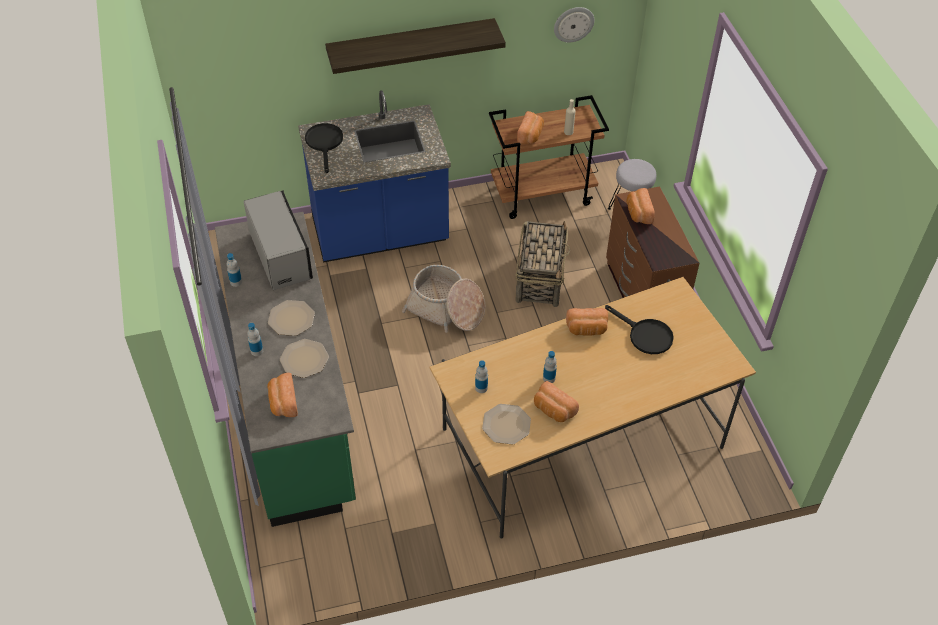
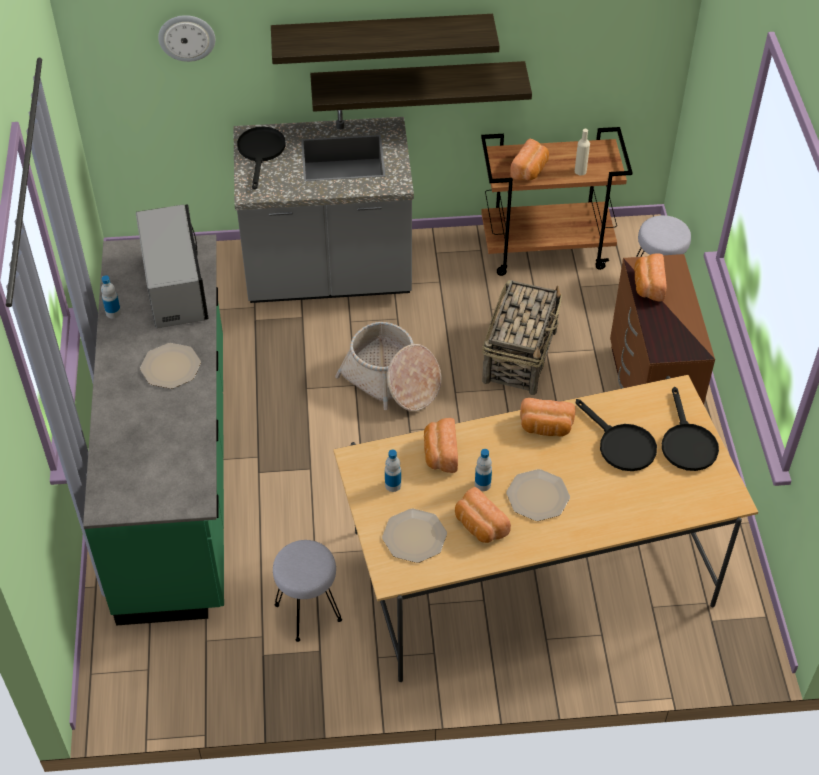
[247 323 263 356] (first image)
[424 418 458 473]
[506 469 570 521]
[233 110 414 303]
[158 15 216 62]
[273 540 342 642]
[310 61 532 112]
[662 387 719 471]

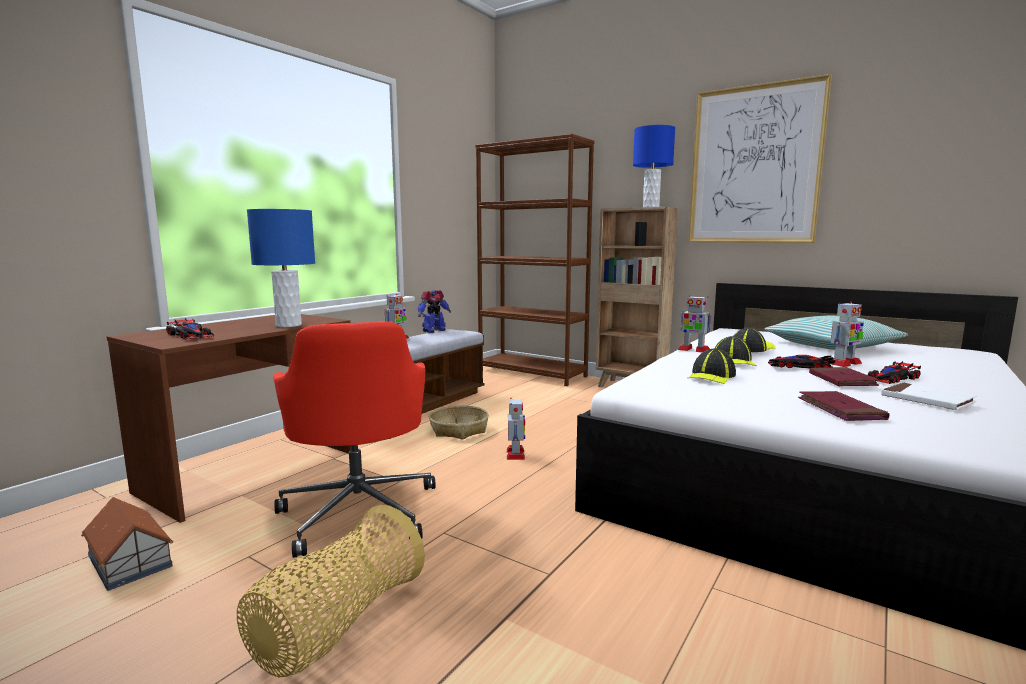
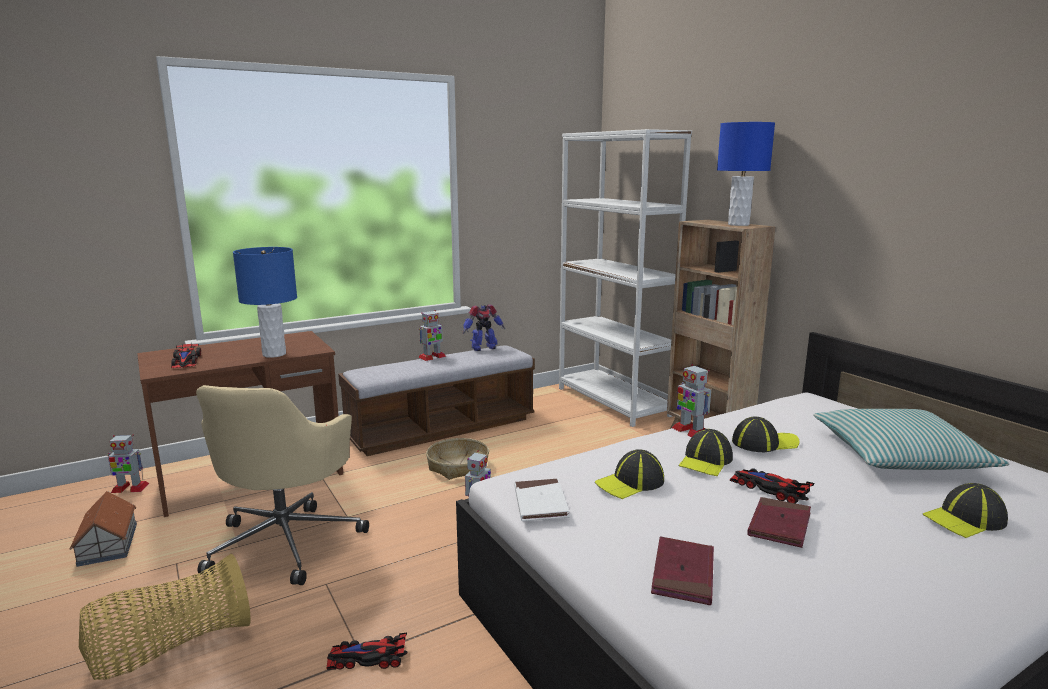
[196 385 369 585]
[559 129 692 427]
[688 74 832 243] (first image)
[107 434 149 493]
[326 632 407 670]
[514 478 570 521]
[923 483 1008 538]

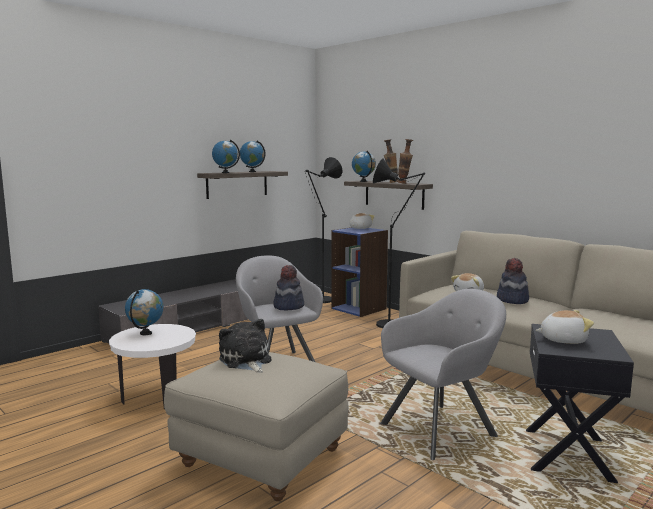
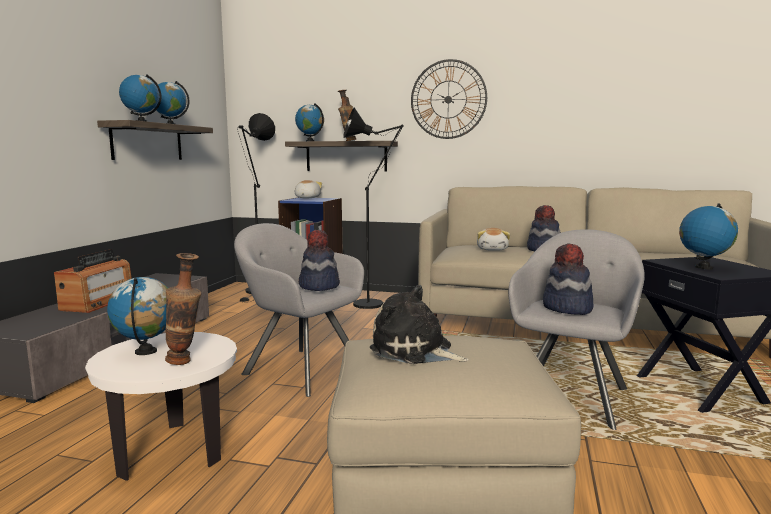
[165 253 201 365]
[679 203 738 270]
[54 249 132 313]
[411 59 487 139]
[543 243 594 315]

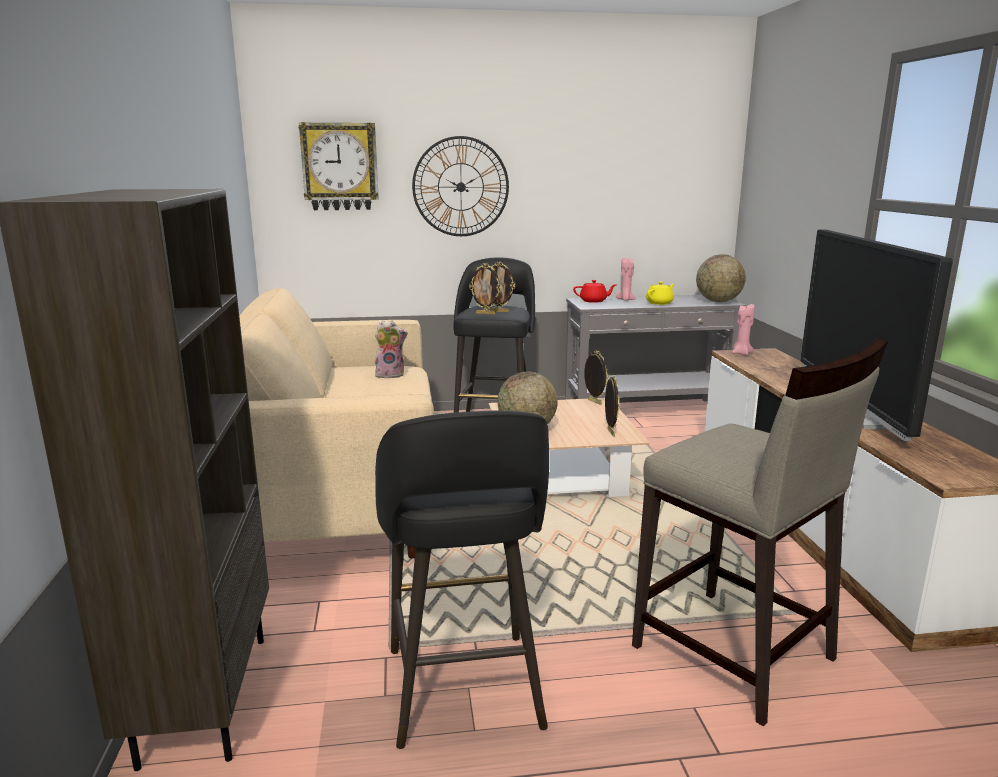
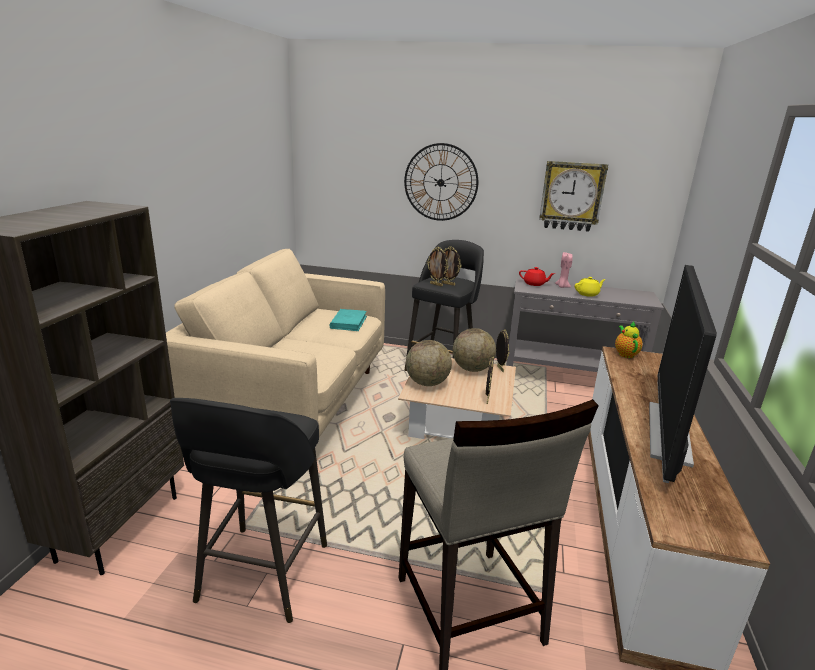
[539 161 608 232]
[329 309 367 331]
[453 328 496 372]
[615 321 643 358]

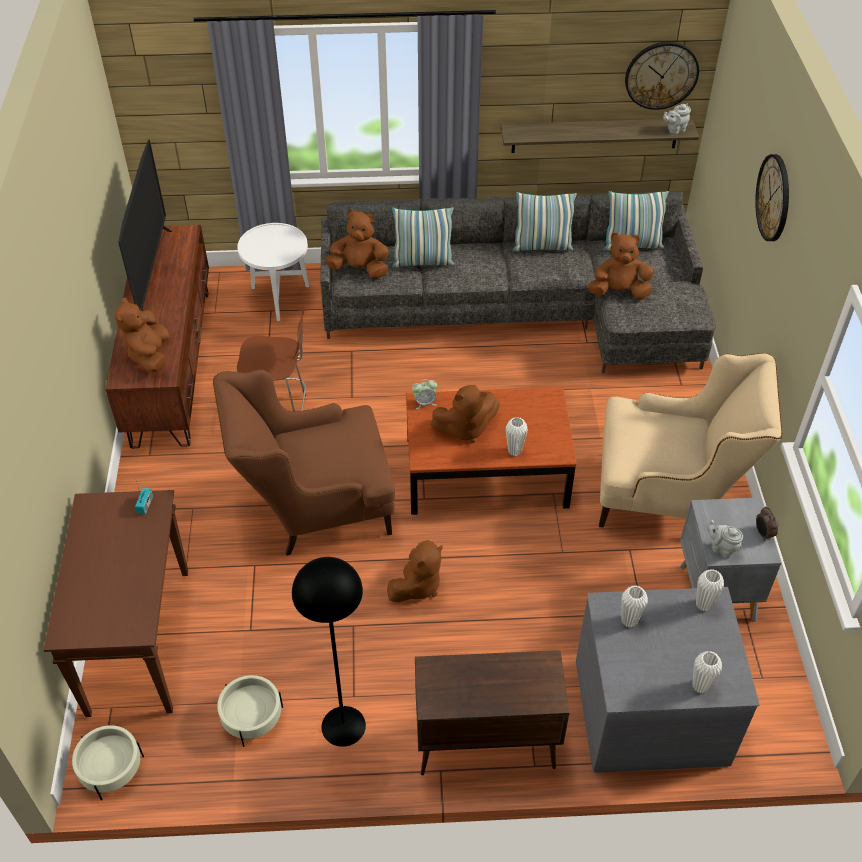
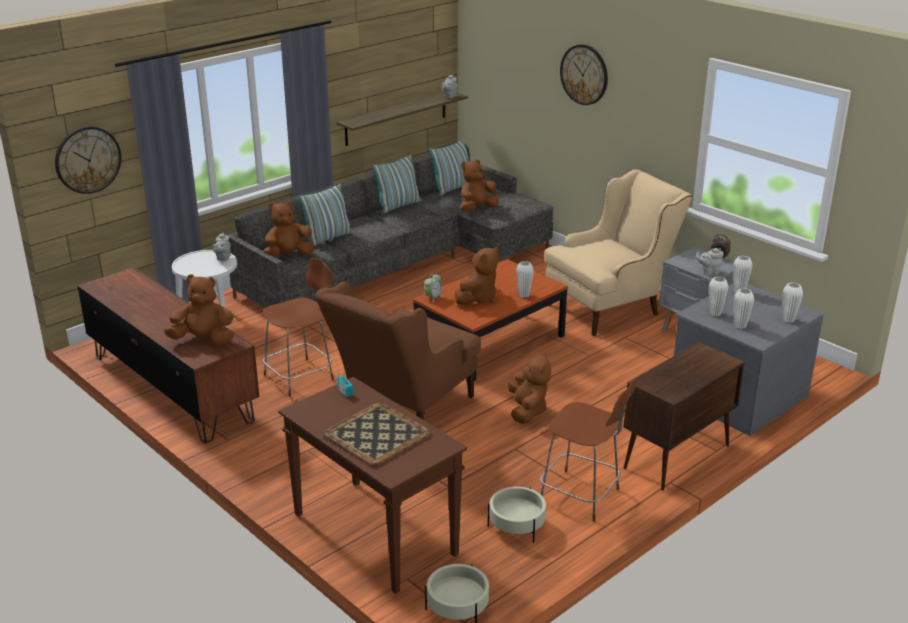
[164 274 234 345]
[118 139 172 311] (first image)
[540 380 636 522]
[55 126 121 194]
[212 232 231 261]
[323 403 431 467]
[734 288 754 329]

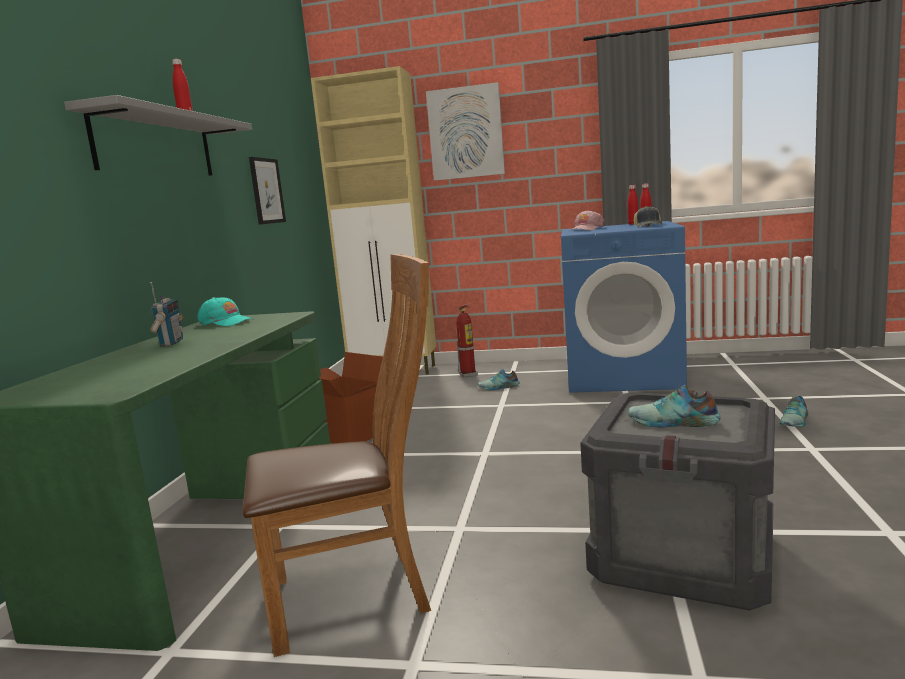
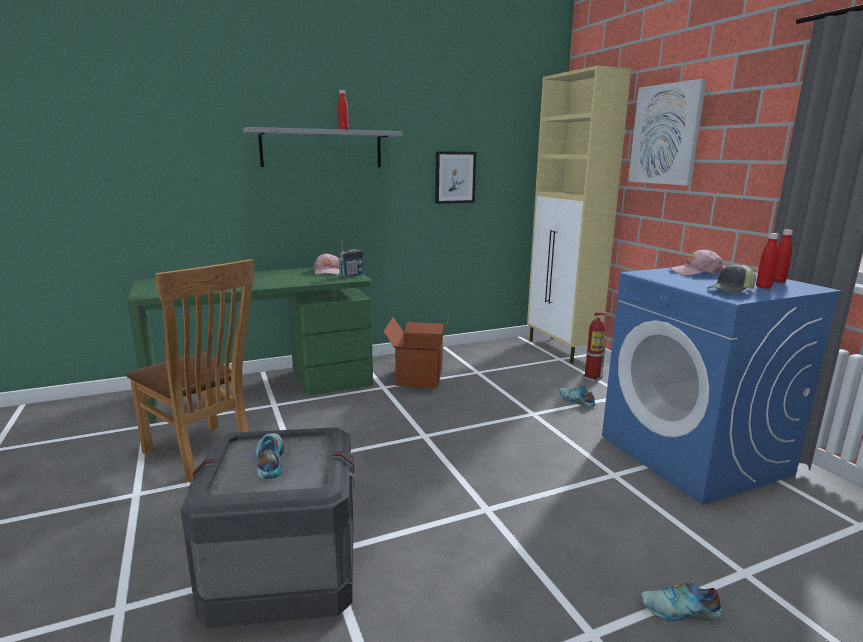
[337 239 364 278]
[314 253 340 275]

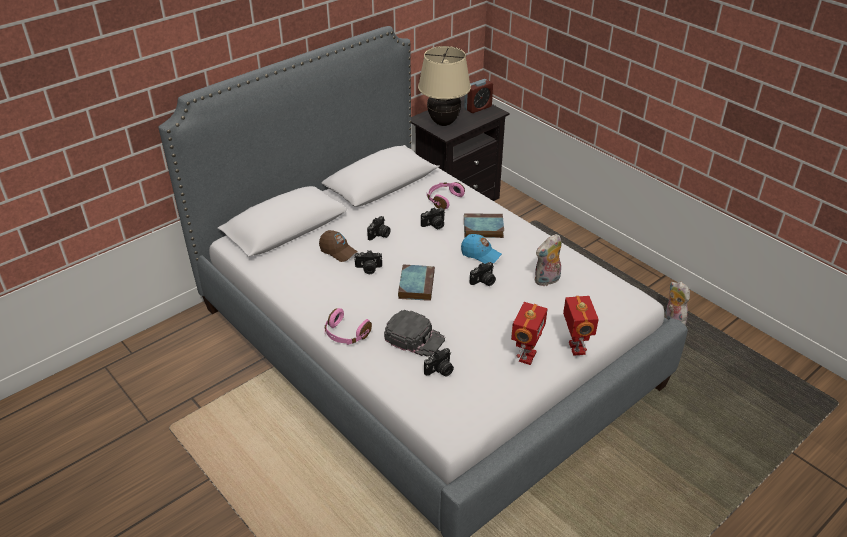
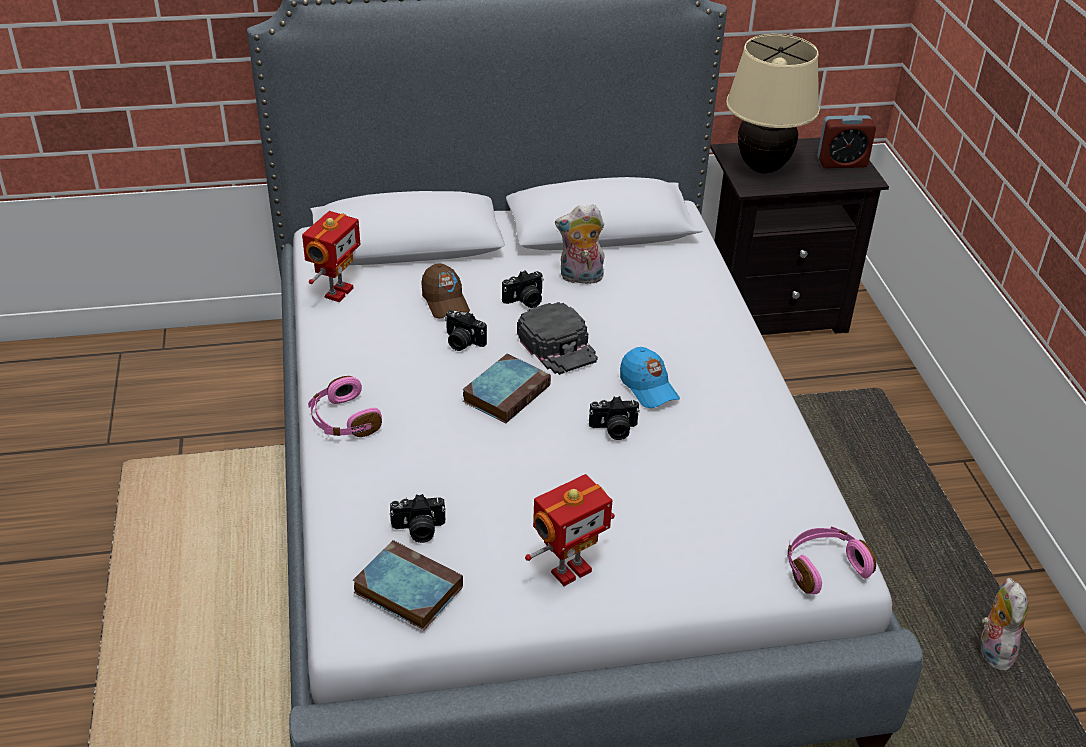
[517 302 598 375]
[421 207 445 229] (first image)
[788 527 876 594]
[353 540 463 630]
[555 205 606 284]
[302 211 360 302]

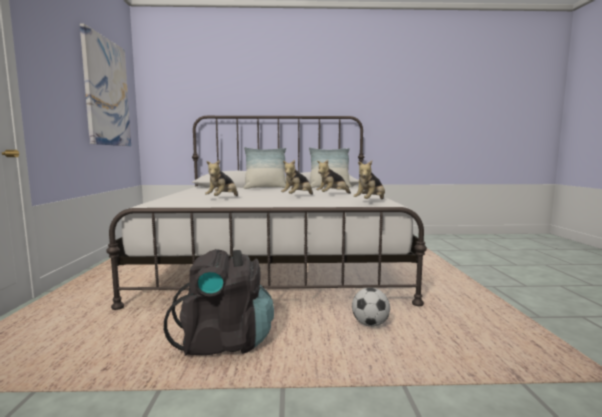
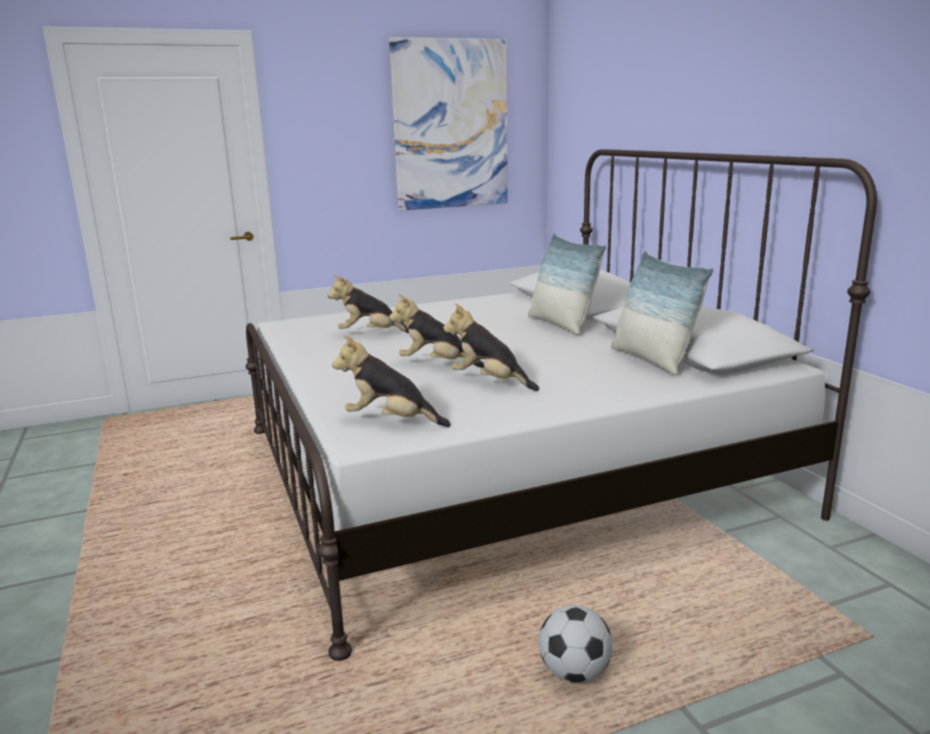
[164 249 274 356] (first image)
[539 605 613 683]

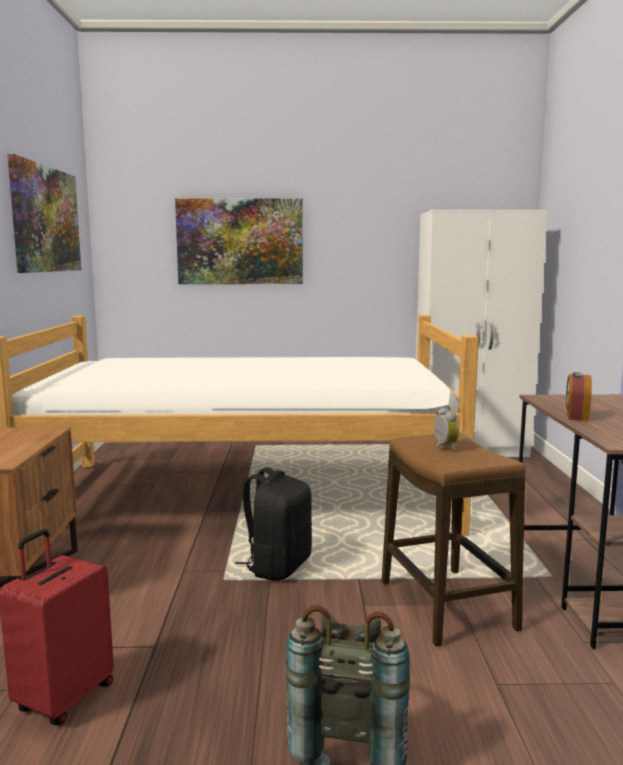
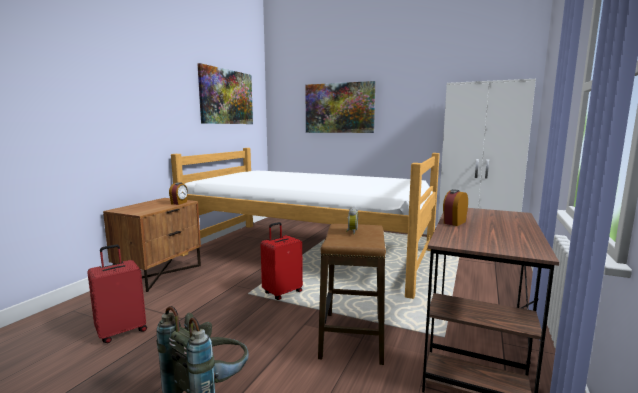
[261 222 303 300]
[169 182 188 205]

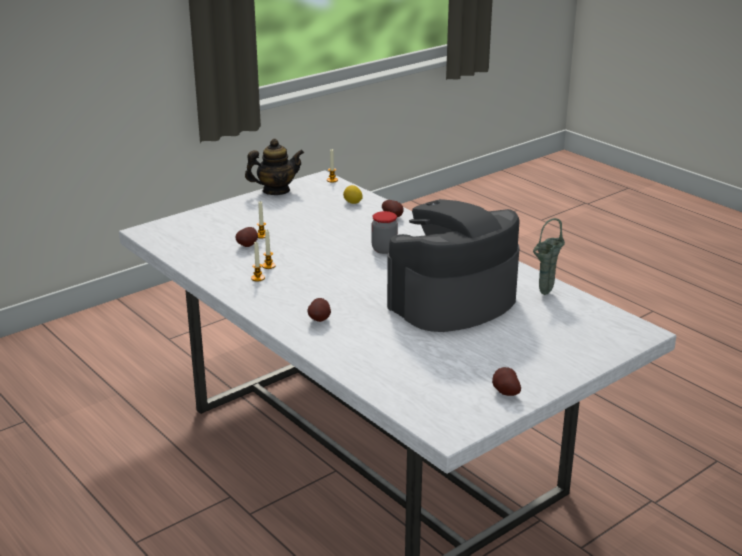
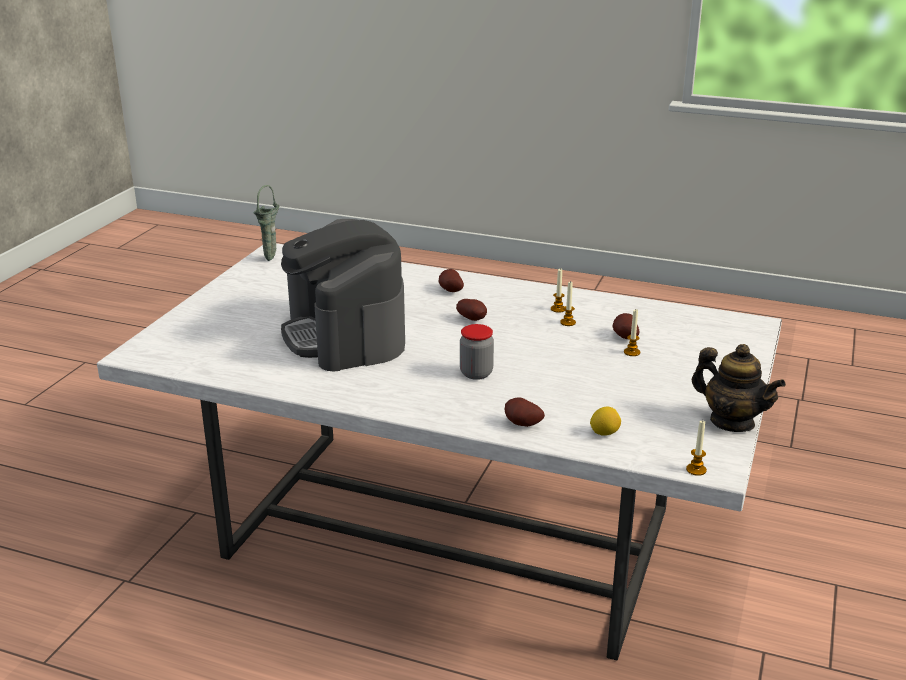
[691 344 786 432]
[281 219 405 372]
[456 299 487 321]
[254 185 279 261]

